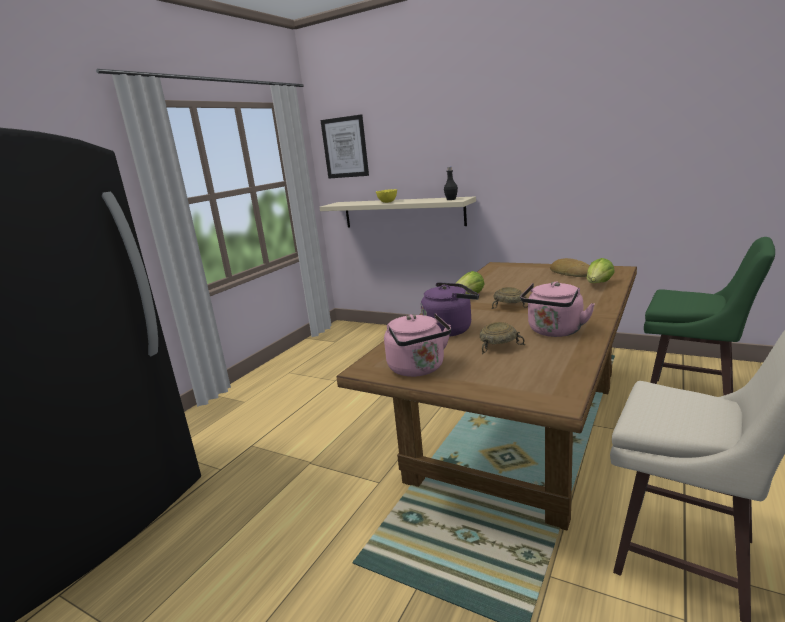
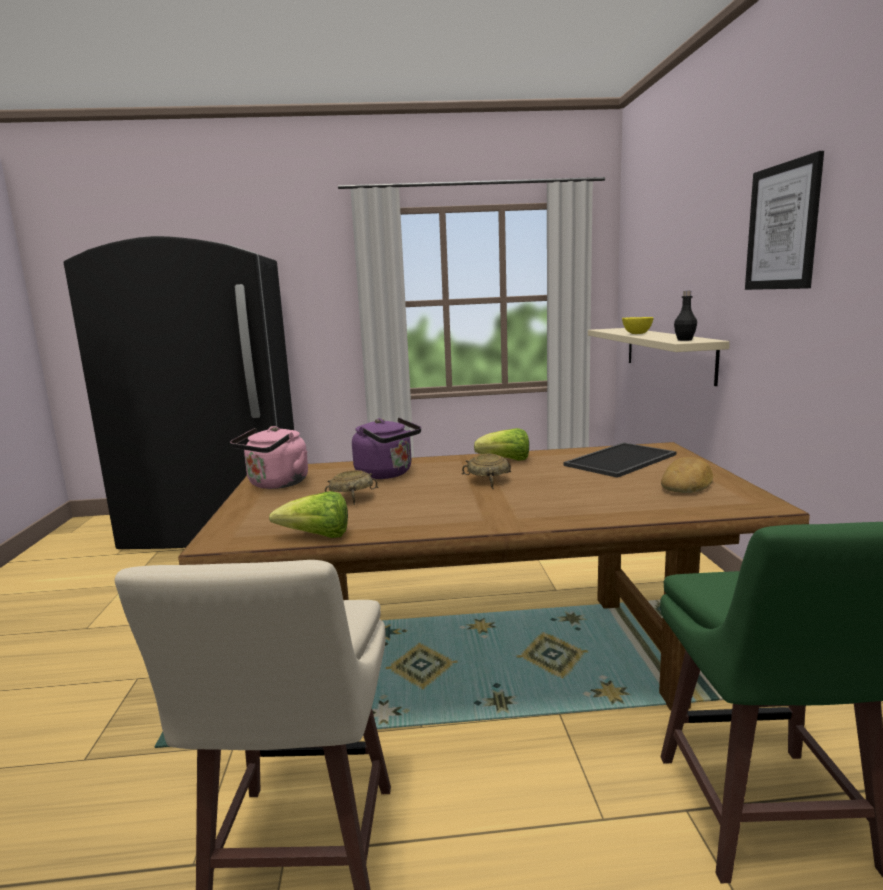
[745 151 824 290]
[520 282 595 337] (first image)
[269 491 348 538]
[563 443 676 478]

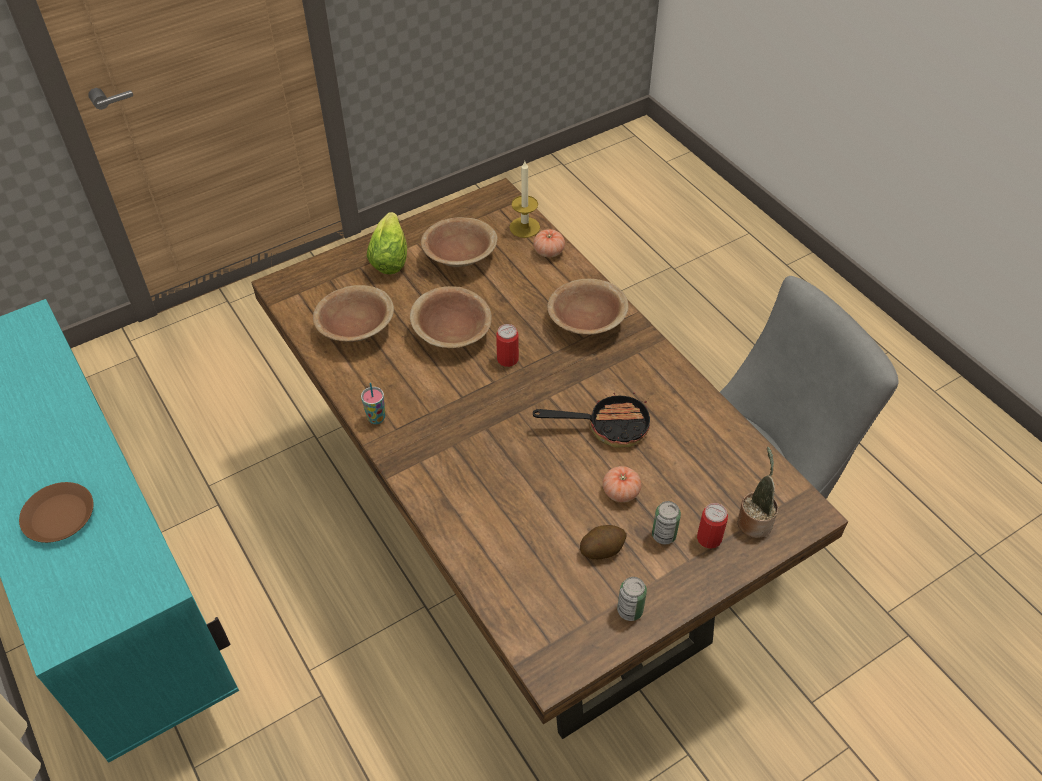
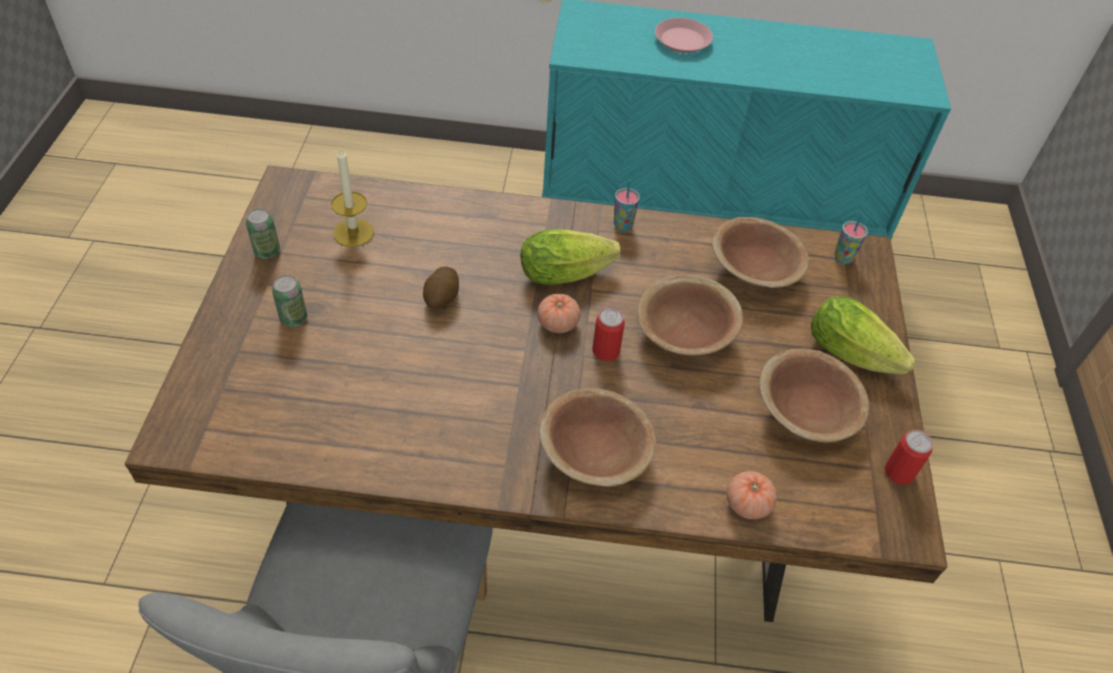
[655 18 713 53]
[331 147 374 247]
[533 392 650 447] (first image)
[423 267 459 309]
[537 294 581 333]
[885 430 933 485]
[738 447 778 538] (first image)
[521 230 621 285]
[834 214 868 264]

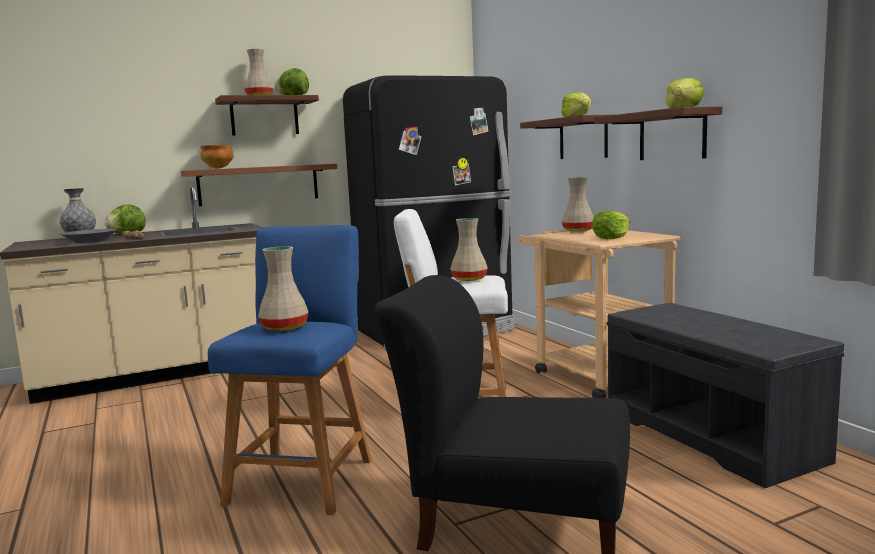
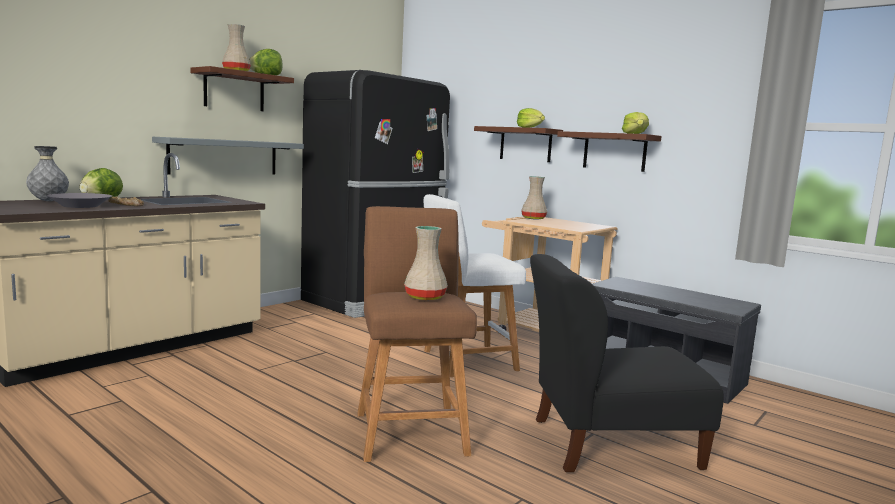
[152 137 304 175]
[200 145 234 169] (first image)
[357 206 477 462]
[450 218 488 281] (first image)
[592 211 629 239] (first image)

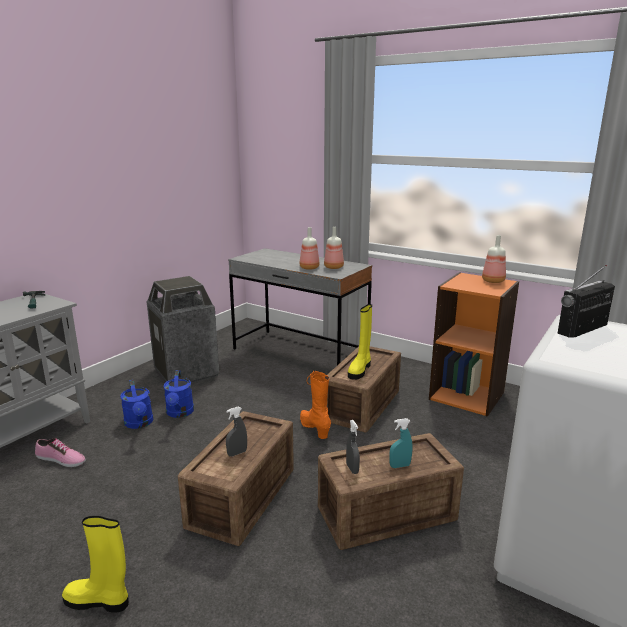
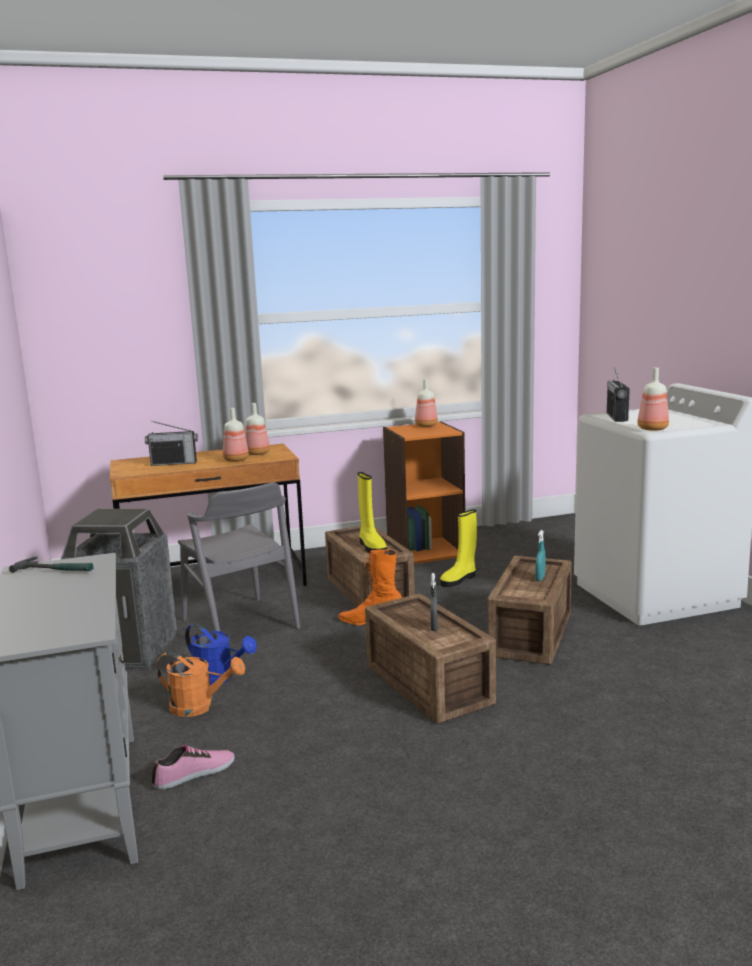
[440 509 477 587]
[156 652 245 717]
[110 444 307 586]
[346 420 360 474] (first image)
[145 421 198 466]
[178 482 300 631]
[637 367 669 431]

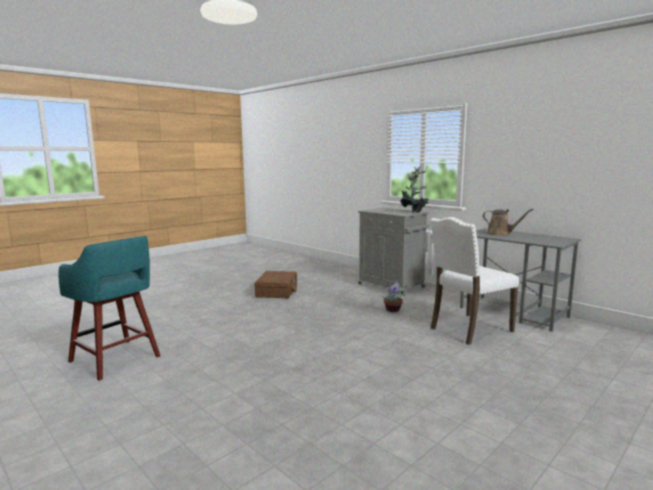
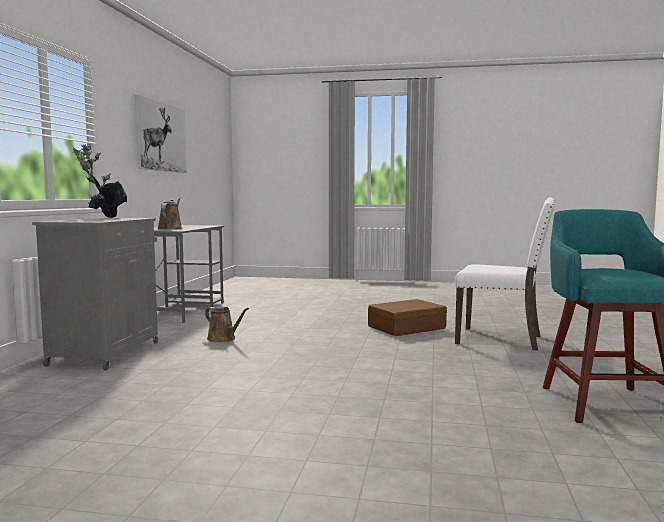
[368 299 447 336]
[205 306 249 342]
[455 198 555 351]
[135 95 187 173]

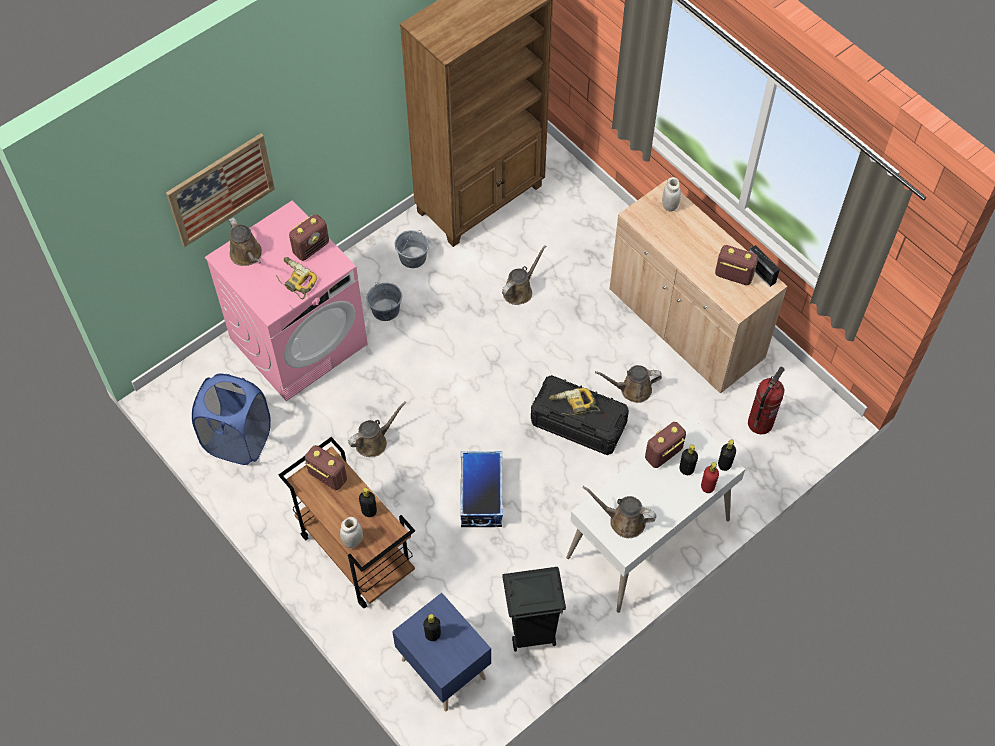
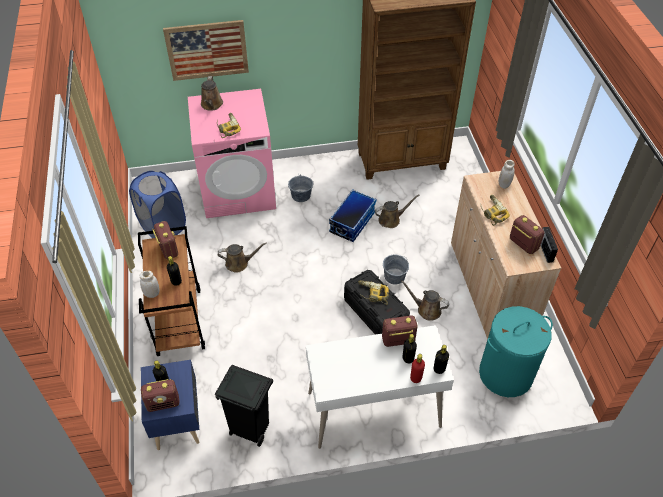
[141 379 180 412]
[383 255 409 285]
[329 189 376 242]
[582 486 657 538] (first image)
[479 306 553 397]
[480 195 510 226]

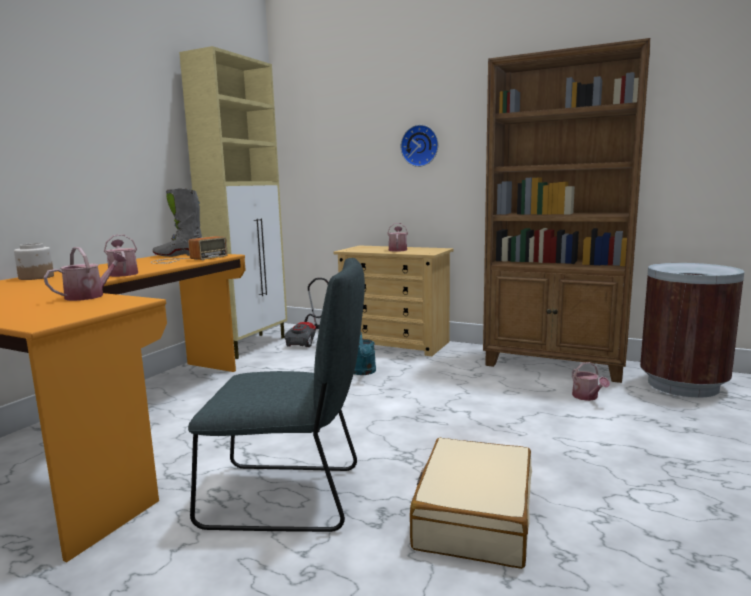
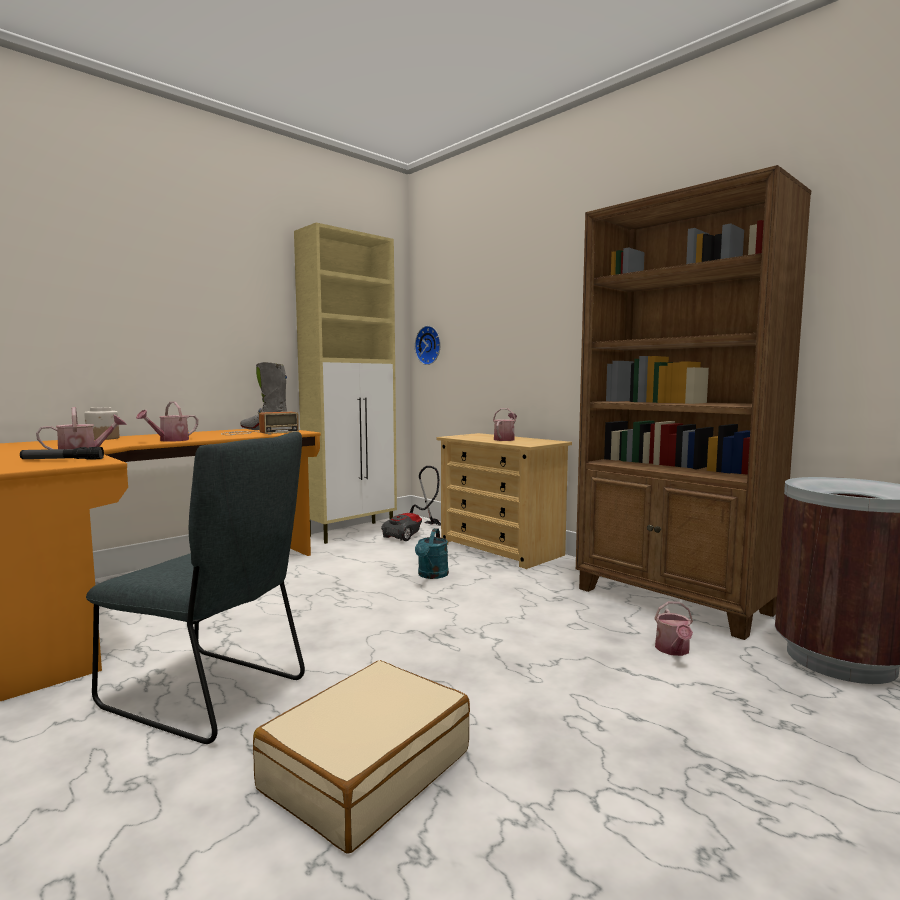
[136 402 198 442]
[415 326 441 365]
[20 447 104 460]

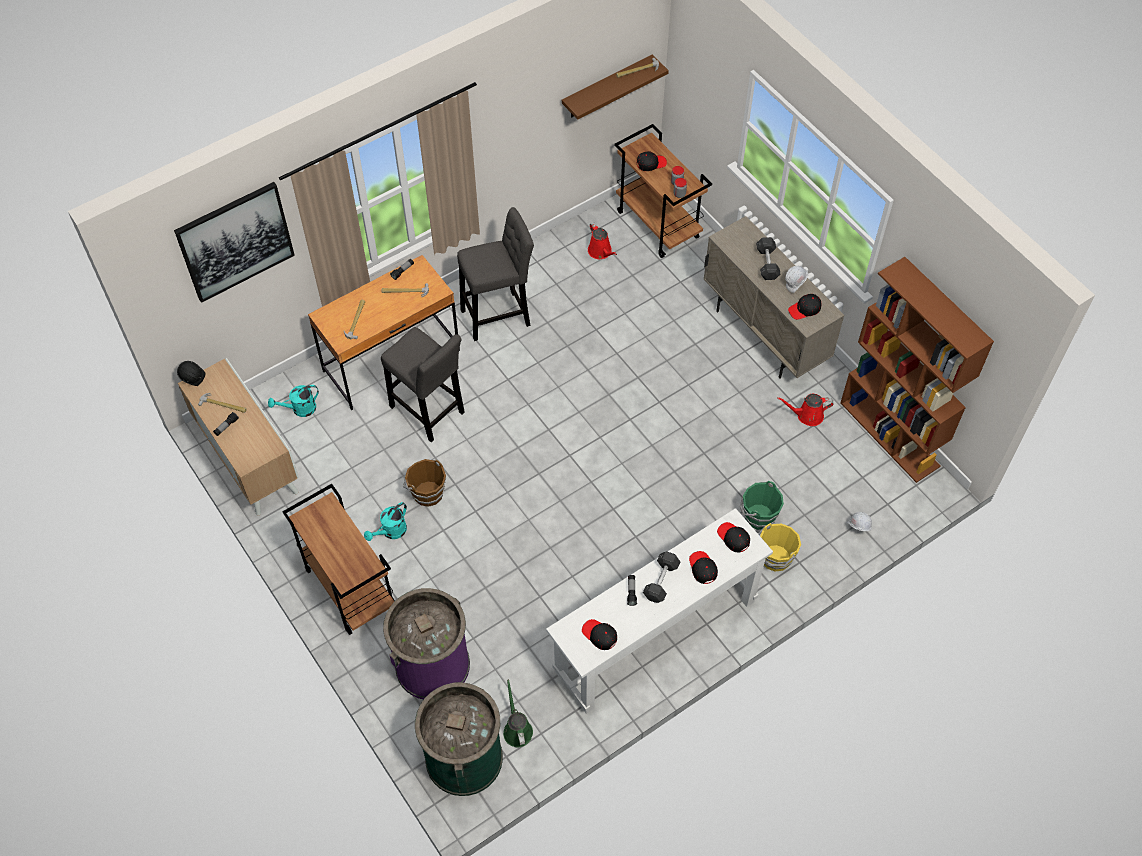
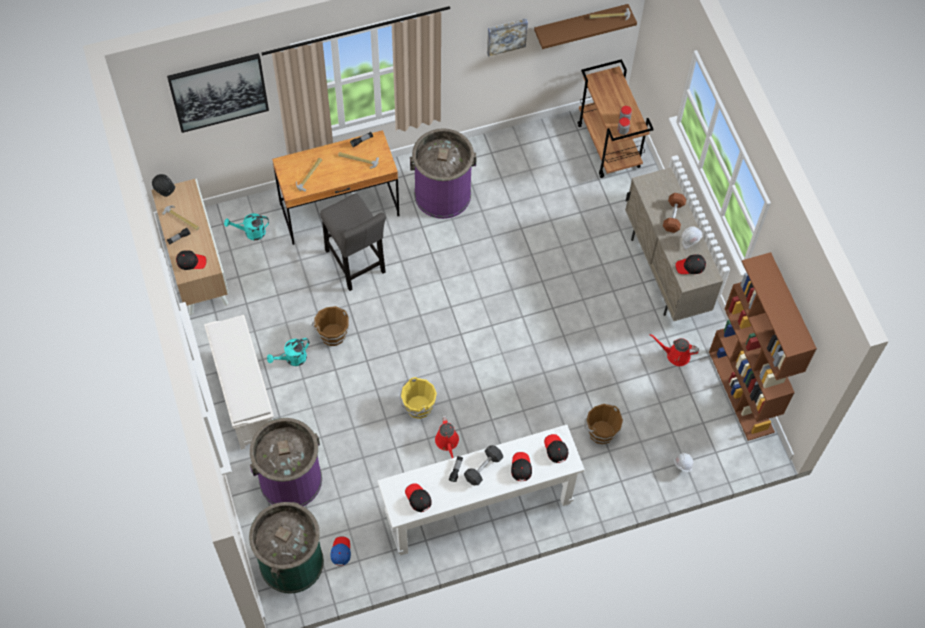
[204 315 274 450]
[410 128 477 219]
[331 536 351 566]
[435 415 459 458]
[176 250 207 270]
[584 404 623 445]
[663 193 686 233]
[400 377 437 419]
[487 19 528 57]

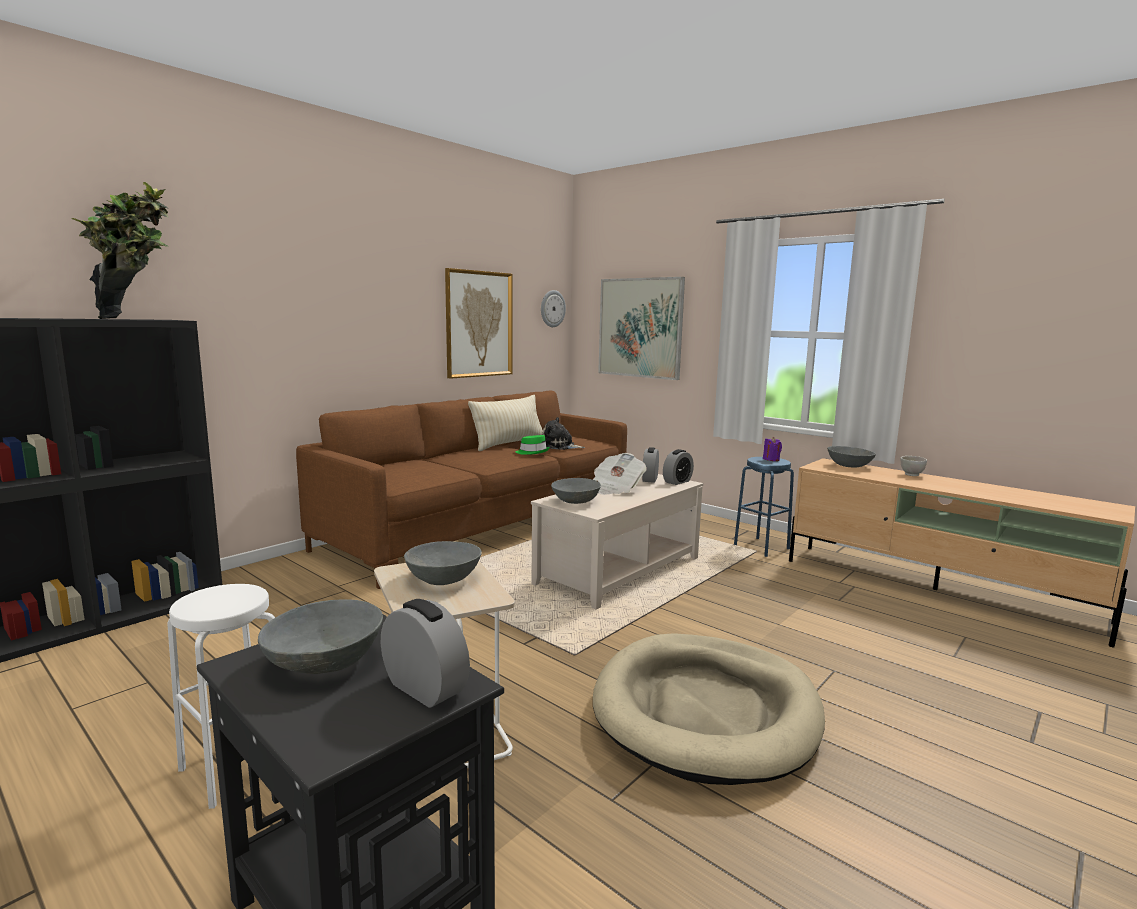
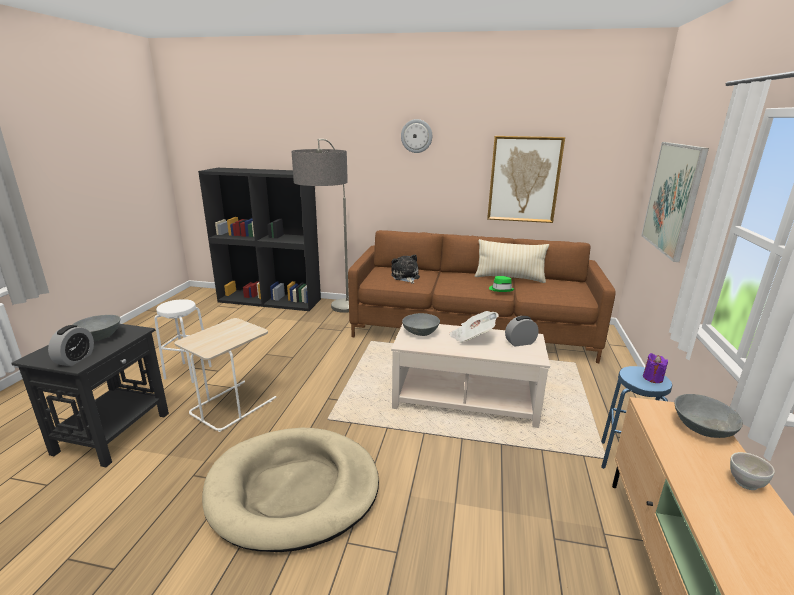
[71 182 169 319] (first image)
[404 541 482 585] (first image)
[401 119 432 153]
[391 255 420 283]
[663 449 694 485] (first image)
[291 139 349 313]

